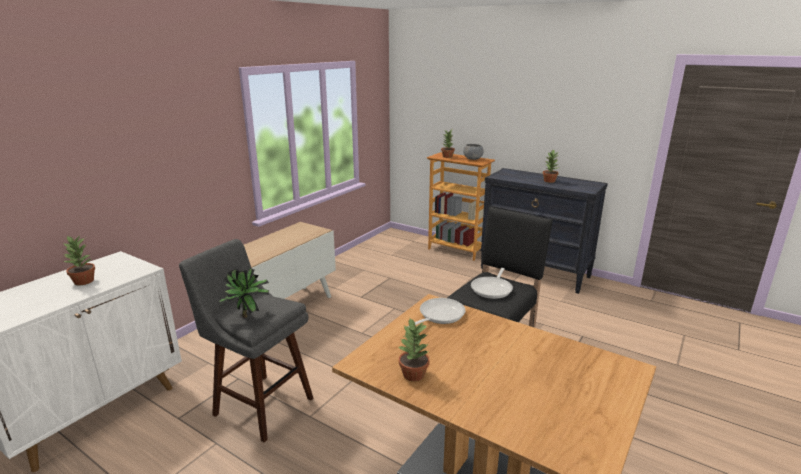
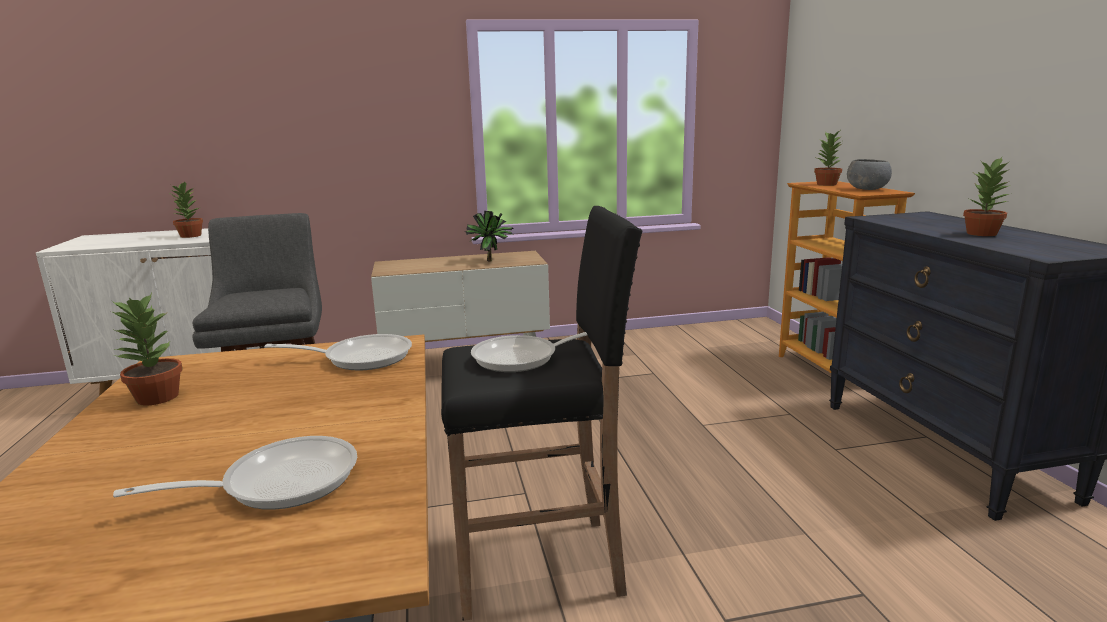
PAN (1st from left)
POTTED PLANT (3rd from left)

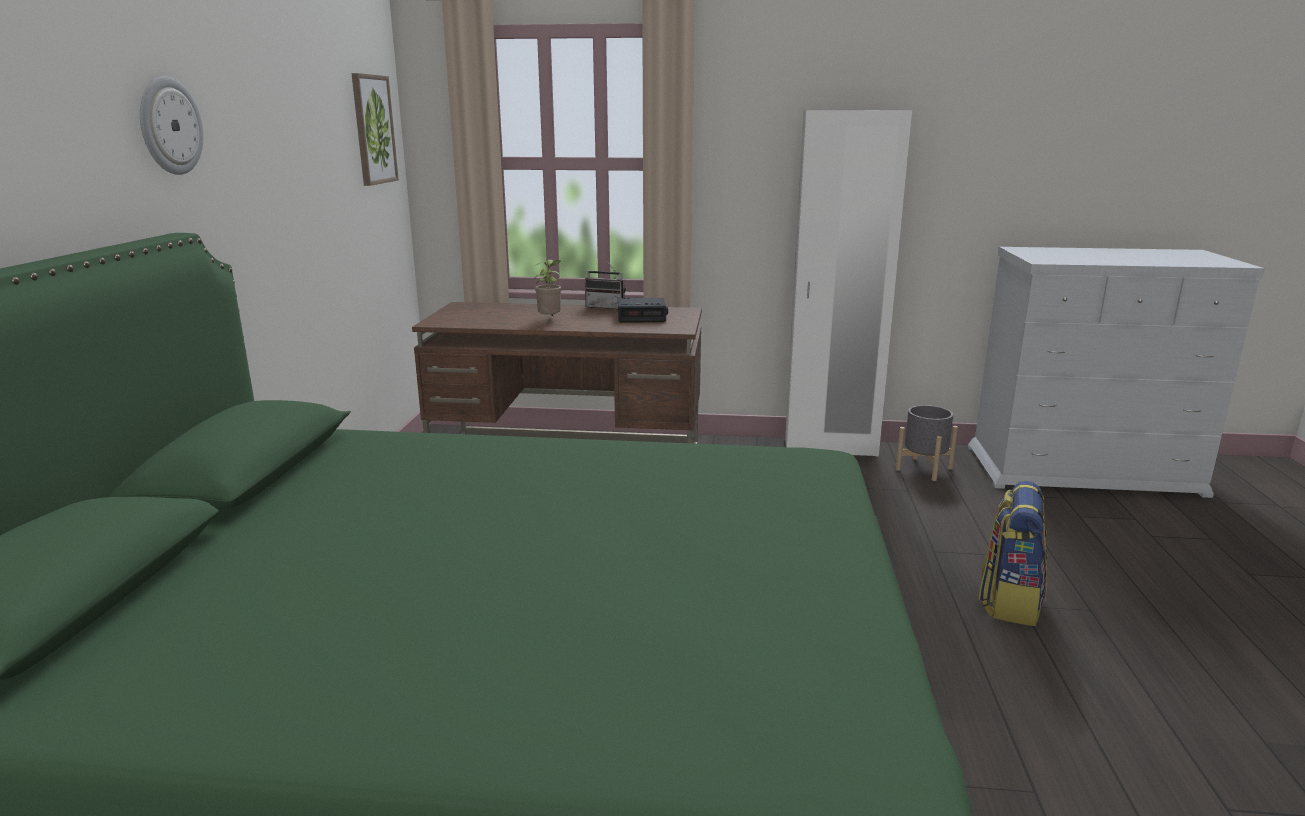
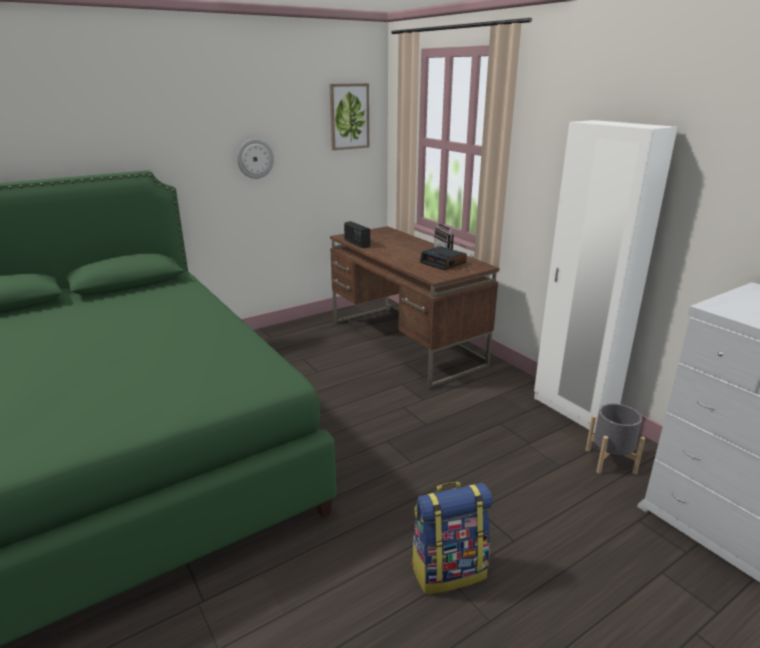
POTTED PLANT
RADIO RECEIVER (1st from left)
HANGING CLOCK

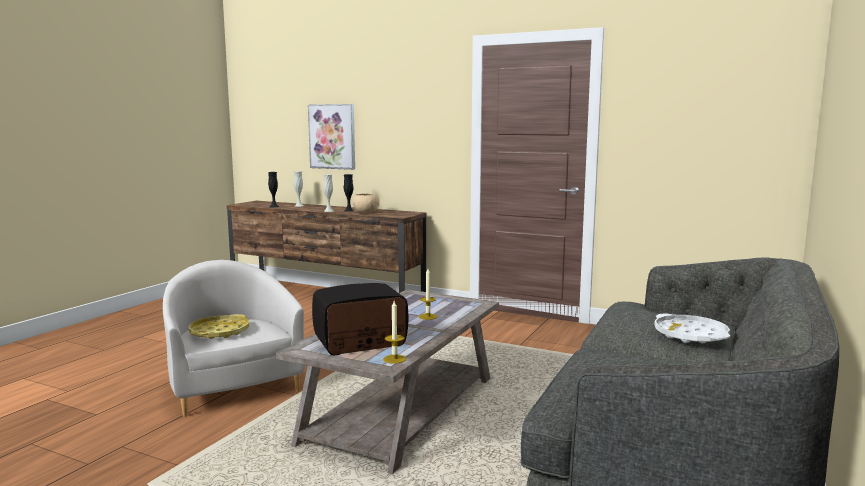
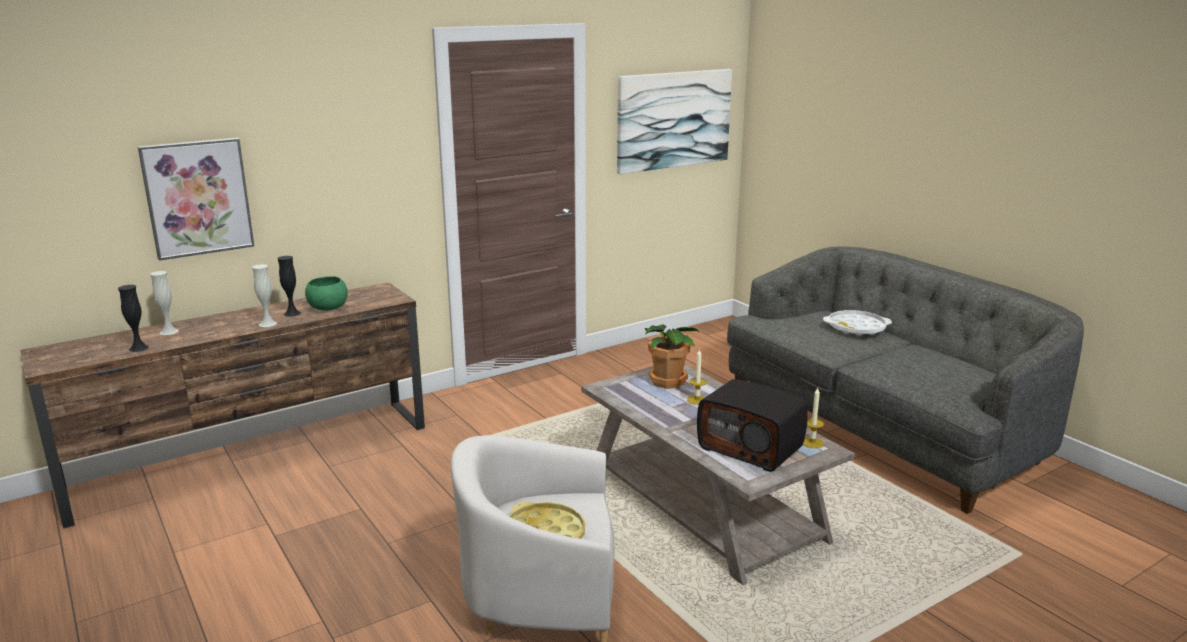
WALL ART (2nd from left)
POTTED PLANT
GREEN DEEP DISH
RADIO RECEIVER

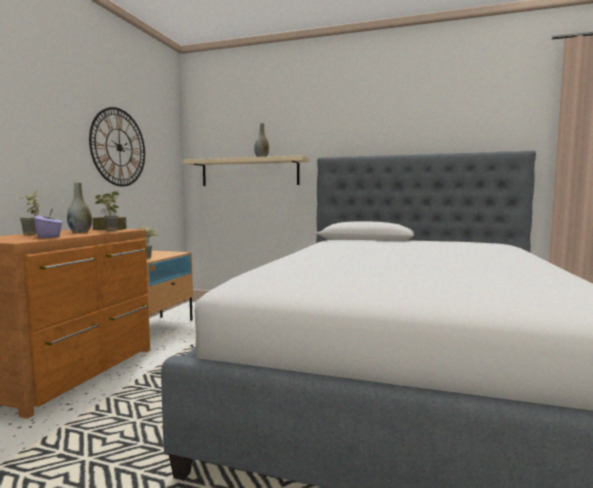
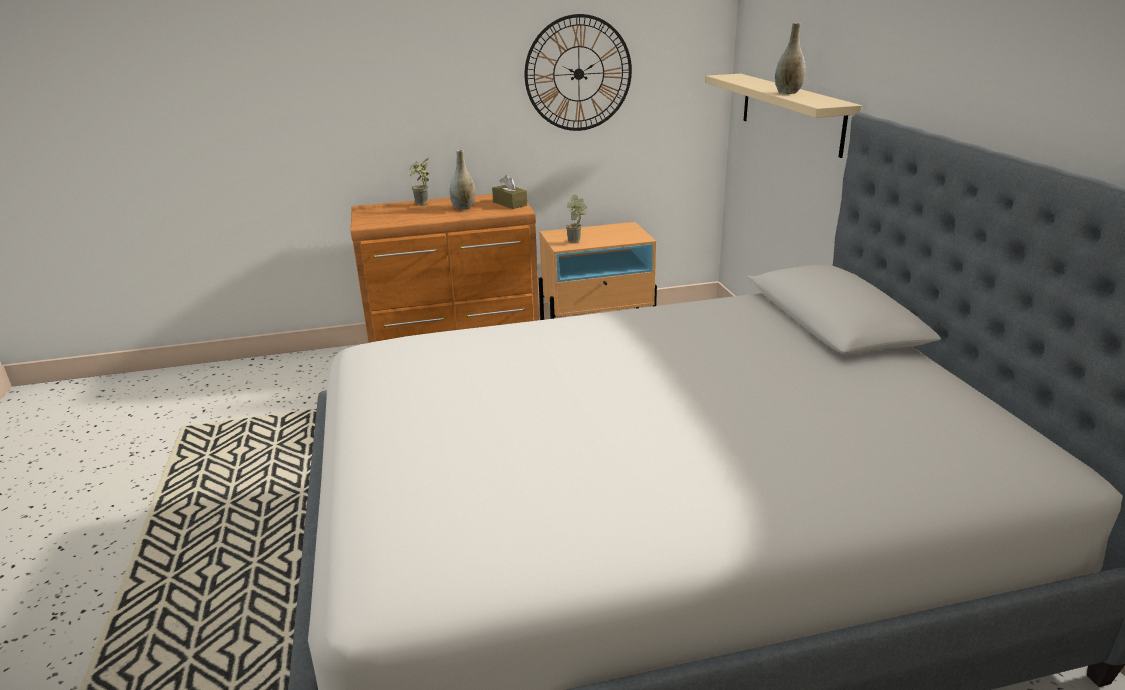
PURPLISH TISSUE BOX
POTTED PLANT (2nd from left in the first image)

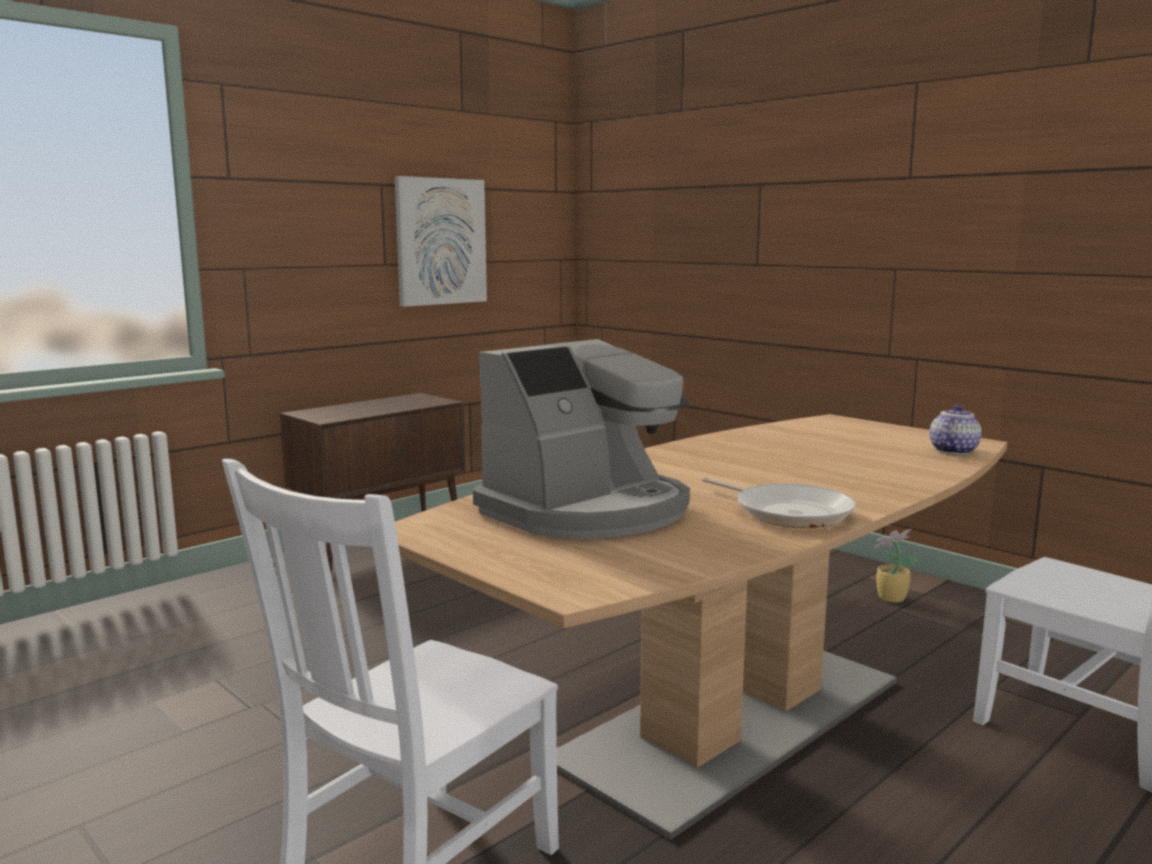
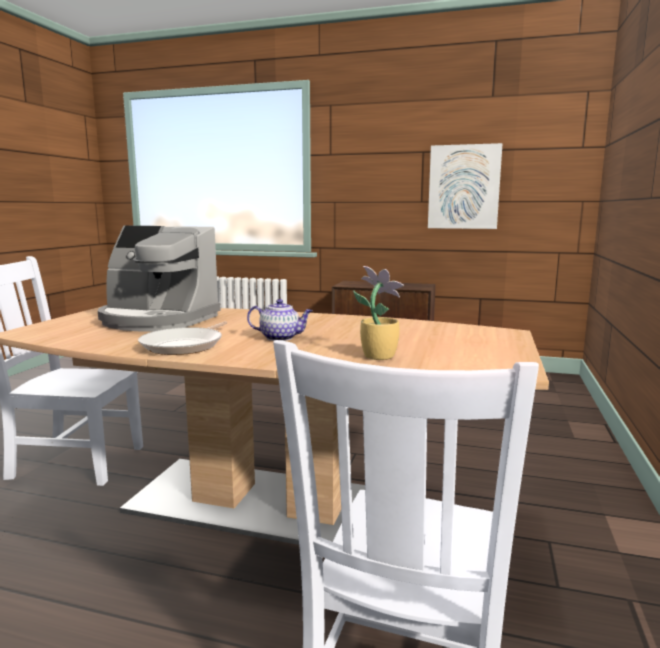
POTTED PLANT
TEA POT

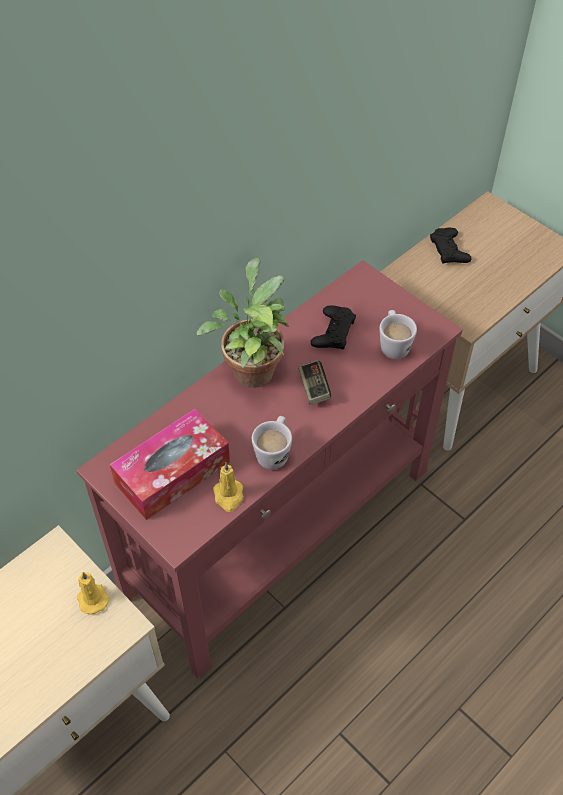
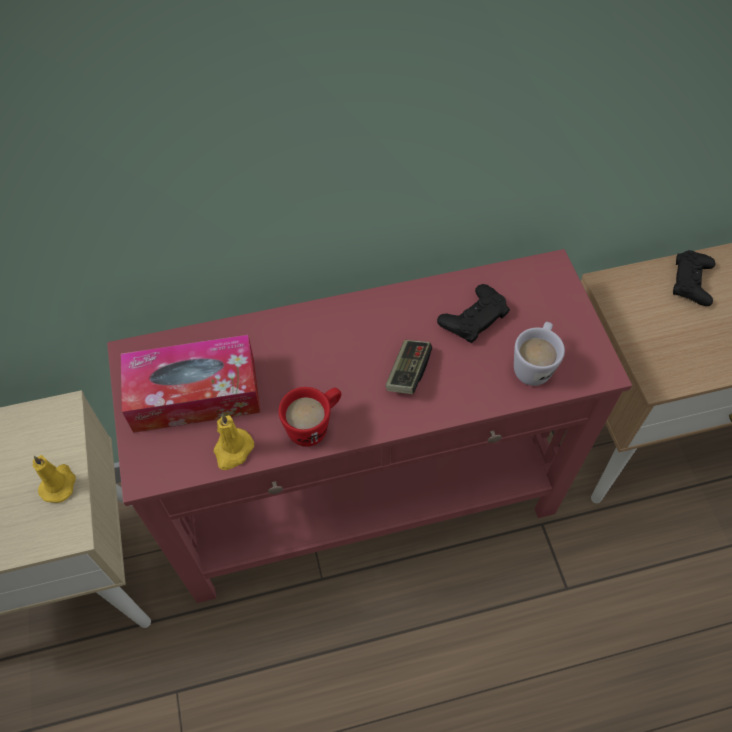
POTTED PLANT
RED TEA MUG

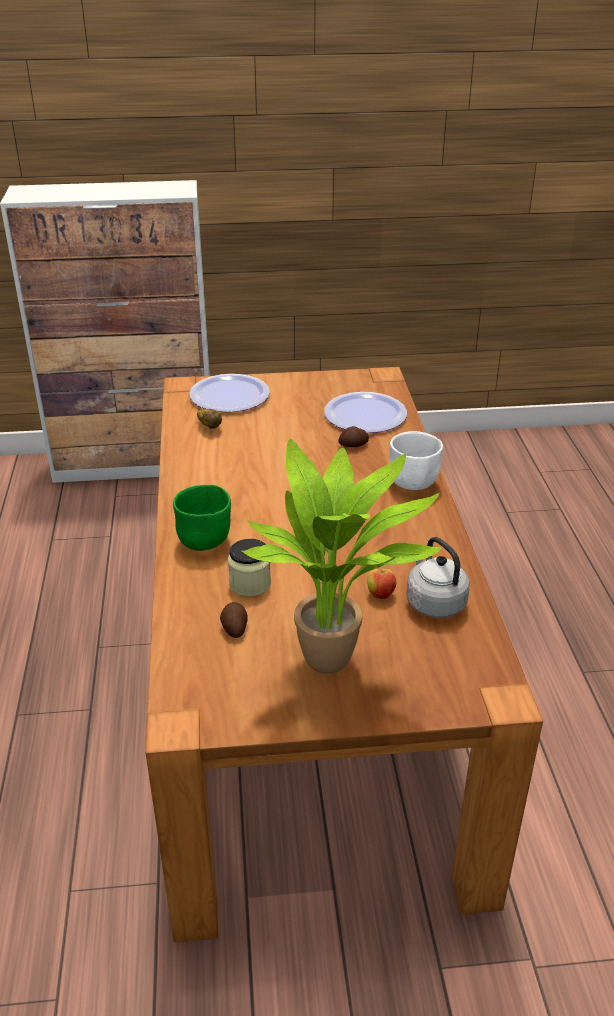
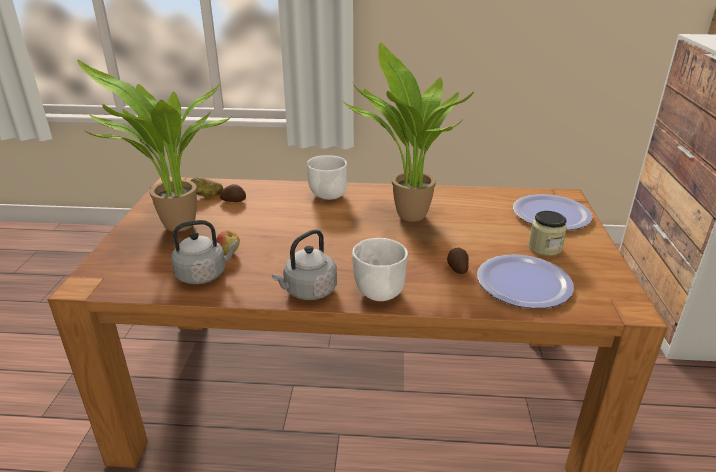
GREYISH TEA KETTLE (2nd from left)
POTTED PLANT (2nd from left)
POTATO (1st from left)
STORAGE JAR
WHITE-COLOURED DEEP DISH (1st from left)

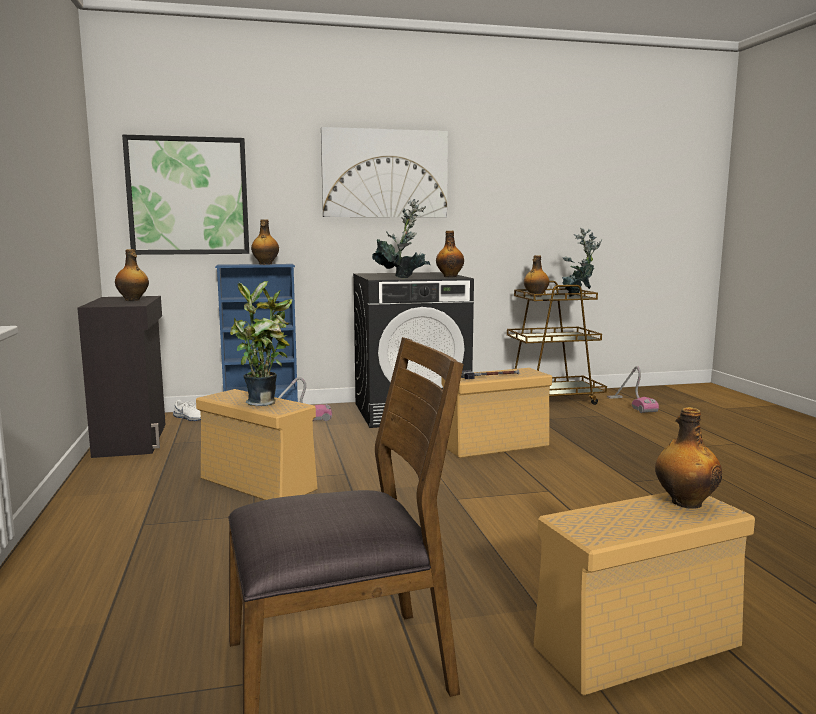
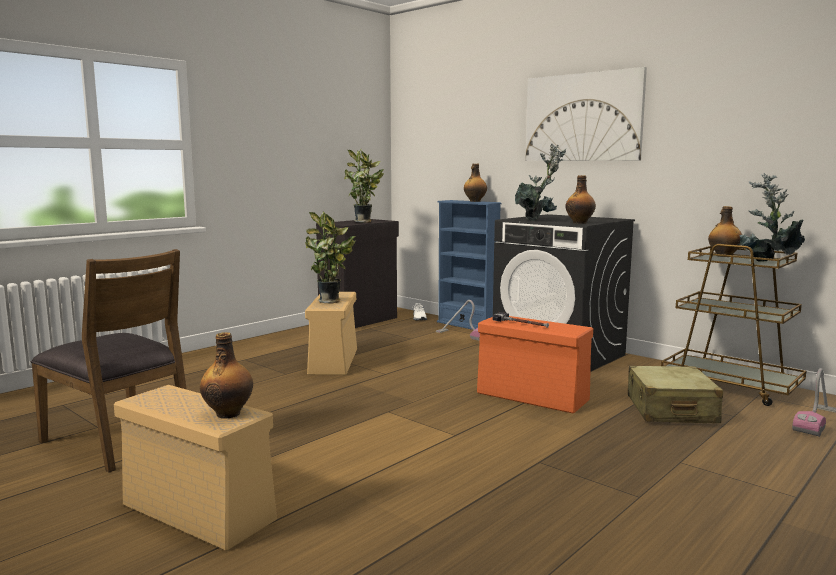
WALL ART (1st from left in the first image)
BEIGE-COLOURED SUITCASE
POTTED PLANT (2nd from left)
ORANGE STORAGE BIN

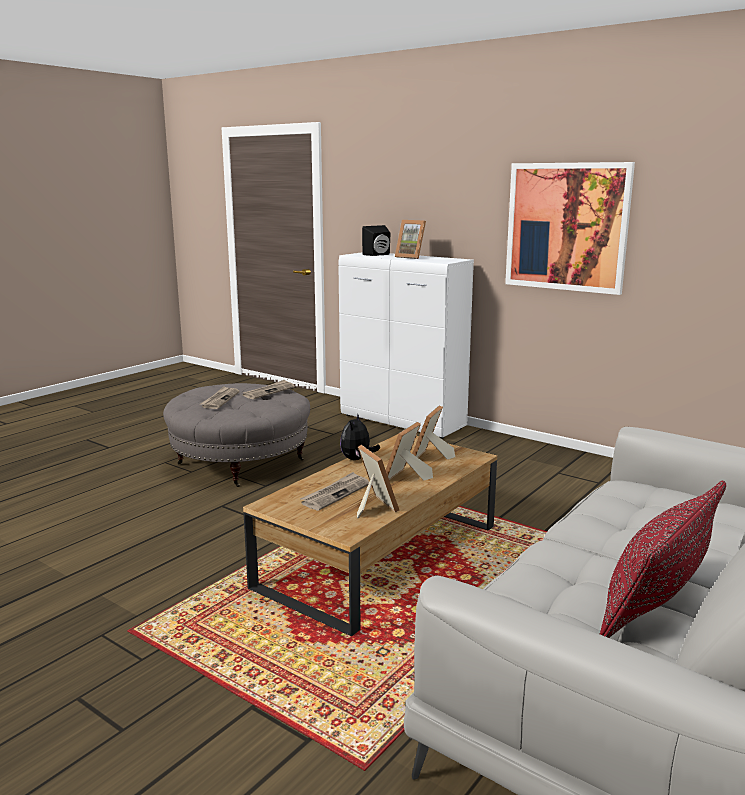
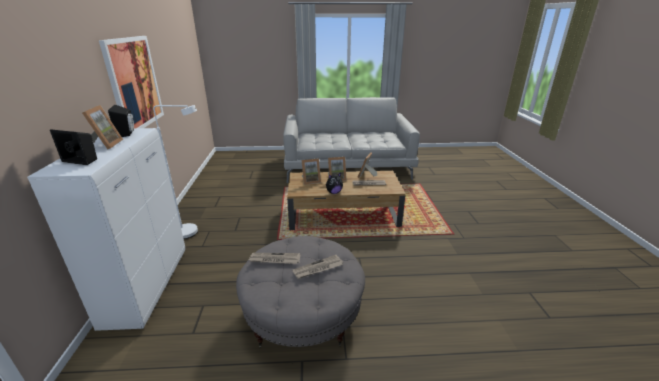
RED CUSHION
BLACKISH SPEAKER (2nd from left)
WHITE-COLOURED STANDARD LAMP

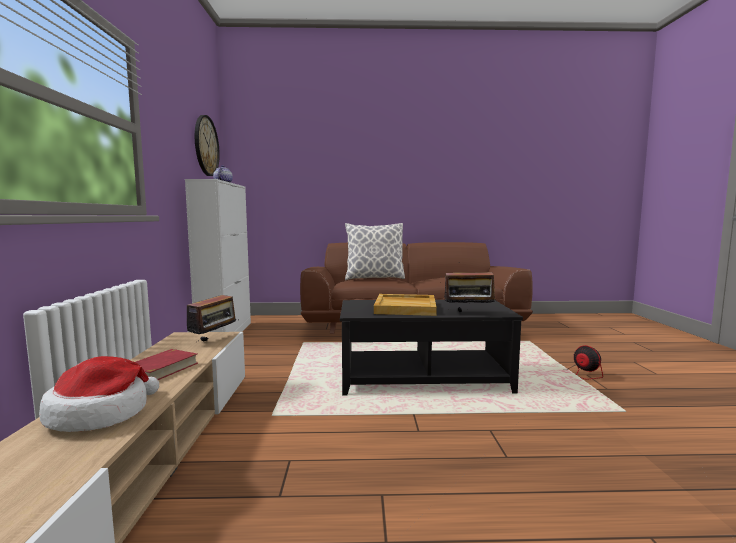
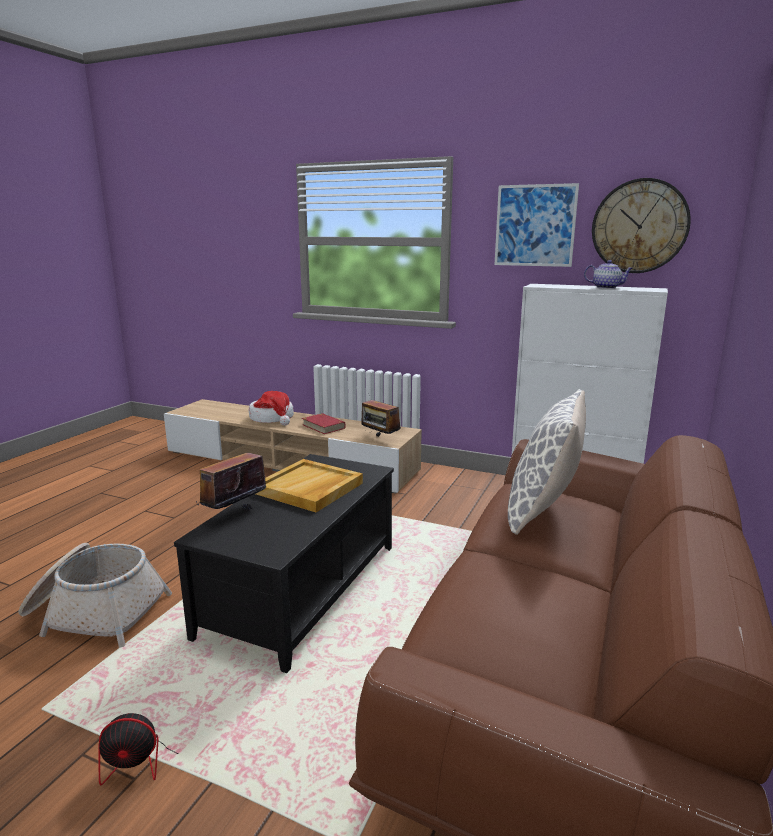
HOUSEHOLD BASKET
WALL ART

